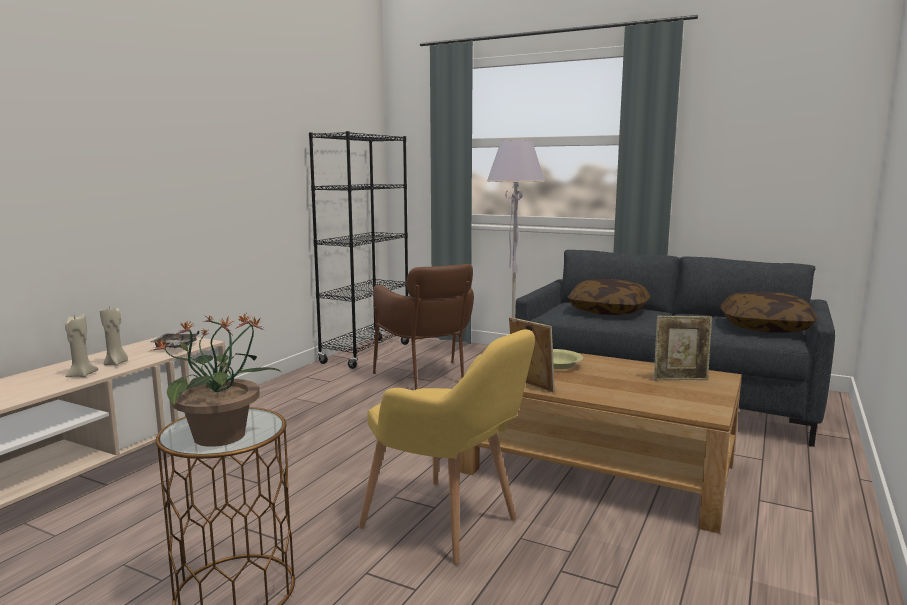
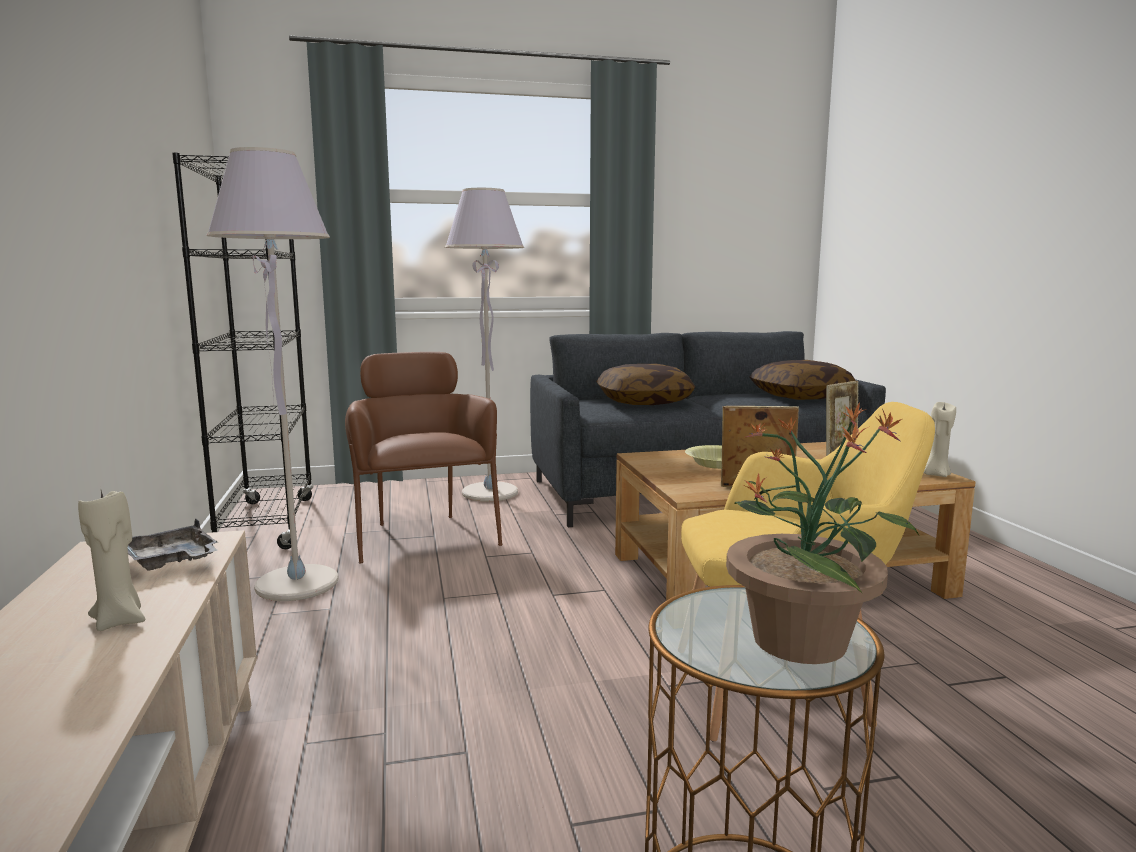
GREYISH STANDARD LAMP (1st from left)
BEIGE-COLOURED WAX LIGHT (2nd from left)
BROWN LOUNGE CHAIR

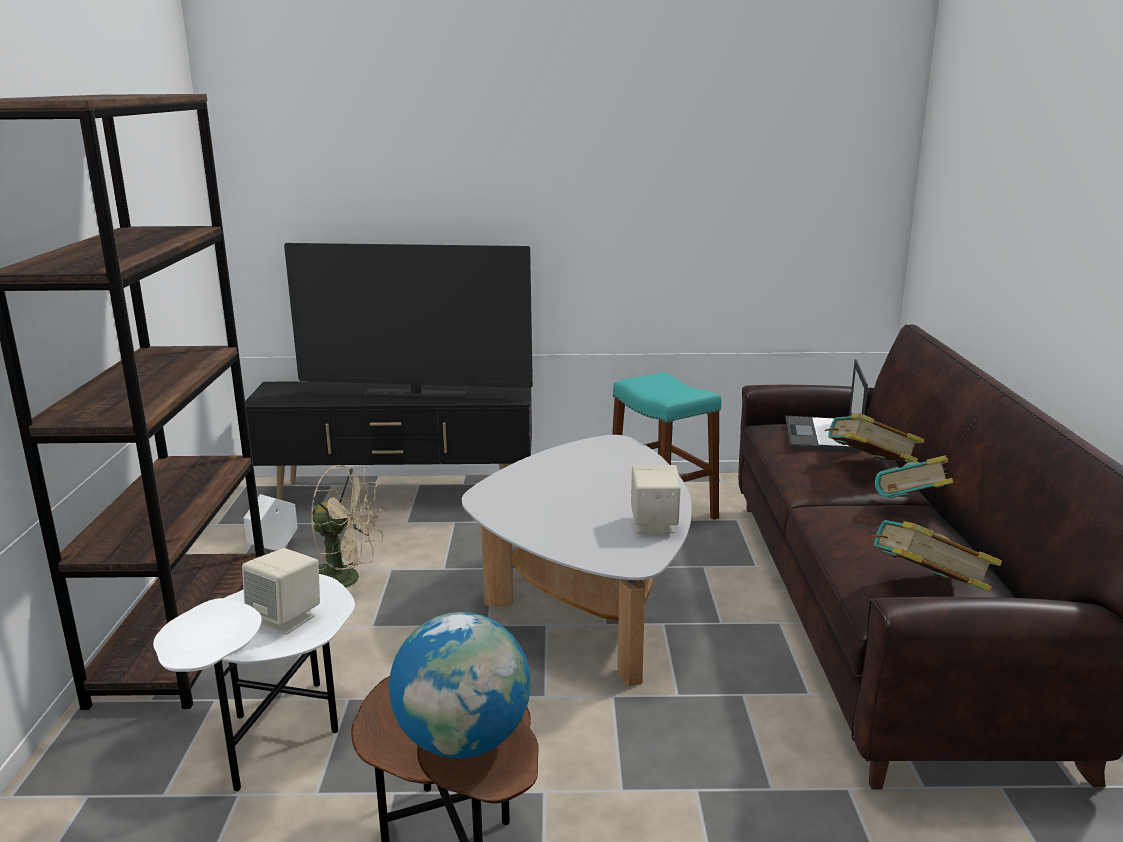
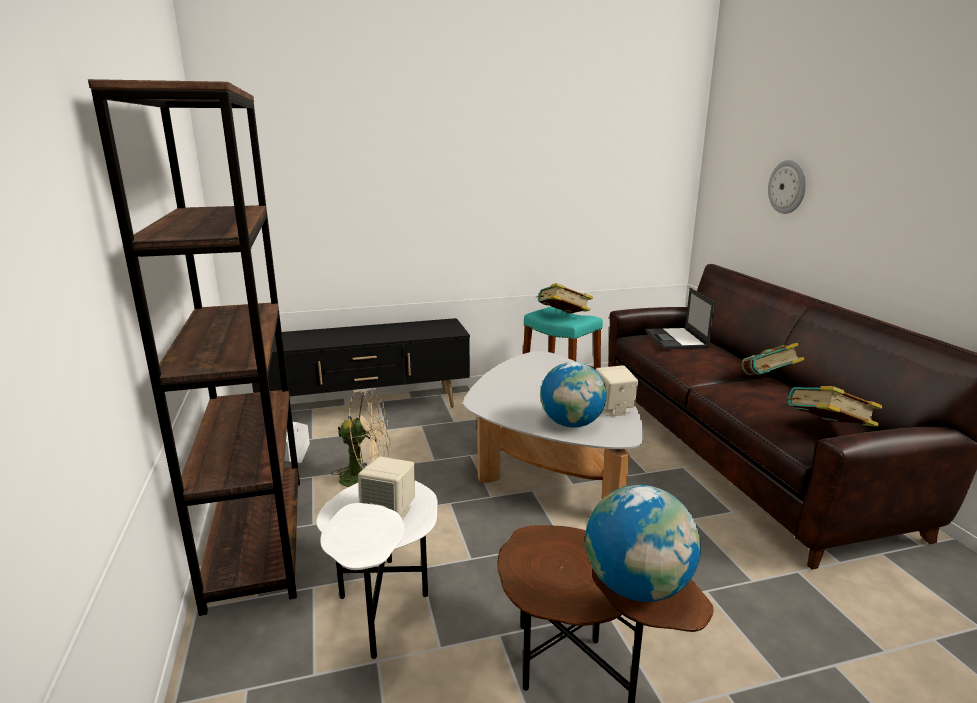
TV
DESK GLOBE (1st from left)
HANGING CLOCK
BOUND BOOK (1st from left)

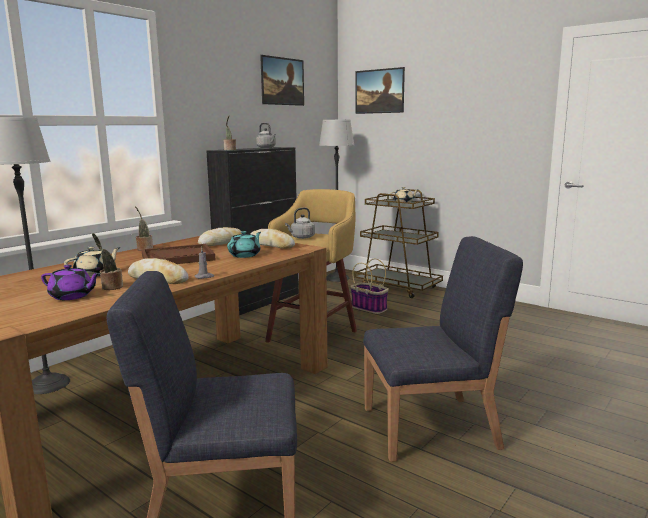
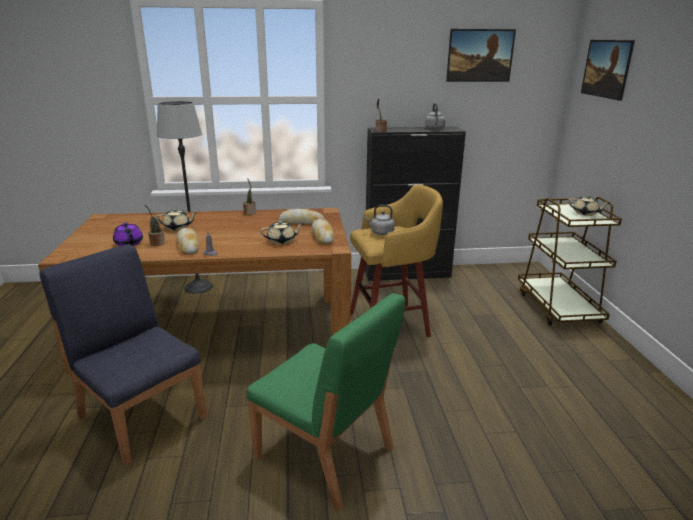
BROWN CARRYING TRAY
STANDARD LAMP (2nd from left in the first image)
HOUSEHOLD BASKET
BEIGE-COLOURED TEA POT (2nd from left)
GREEN PLAIN CHAIR

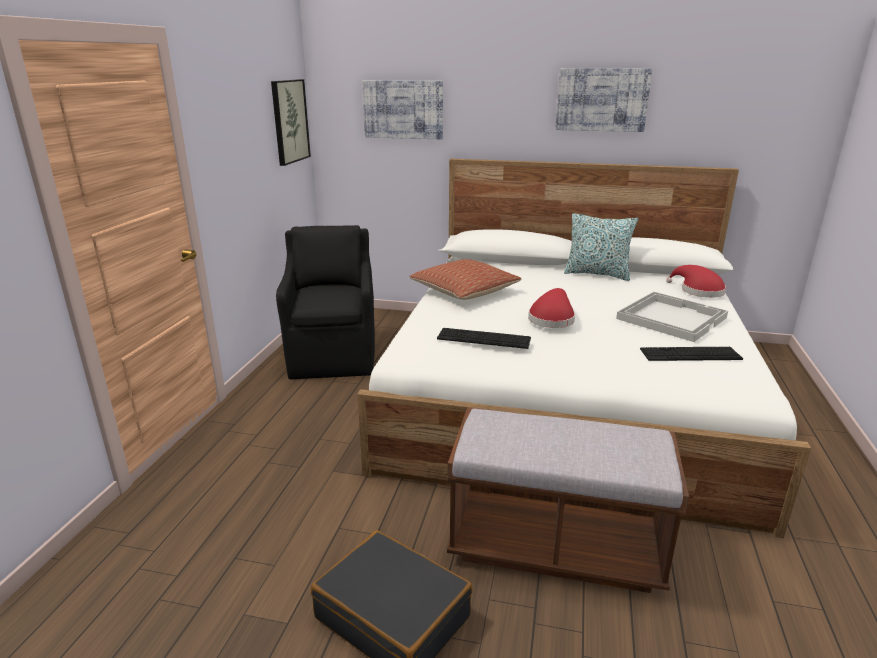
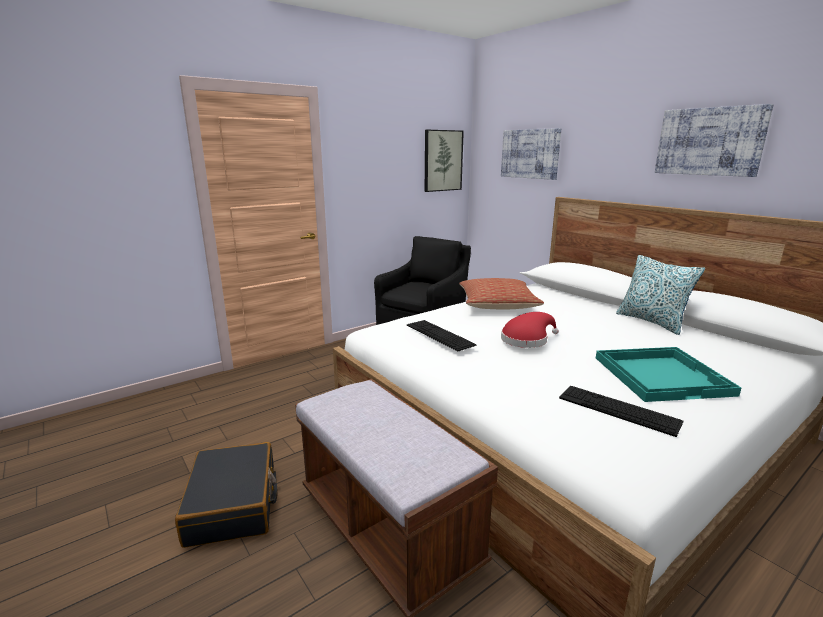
RED HAT (2nd from left in the first image)
BLUE-GREEN CARRYING TRAY

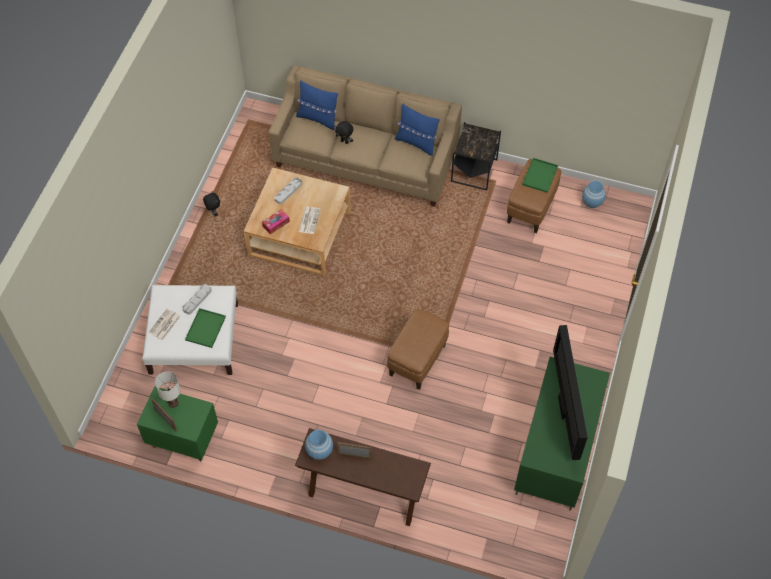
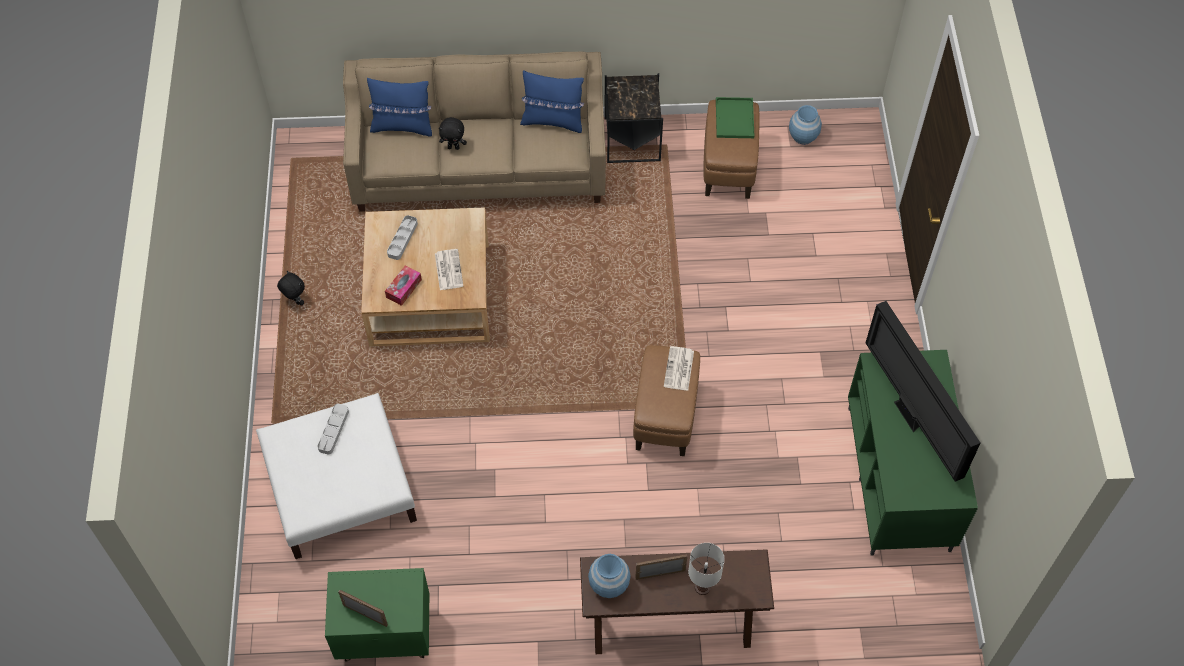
GREEN CARRYING TRAY (1st from left in the first image)
PRINTED PAPER (2nd from left)
WHITE-COLOURED TABLE LAMP

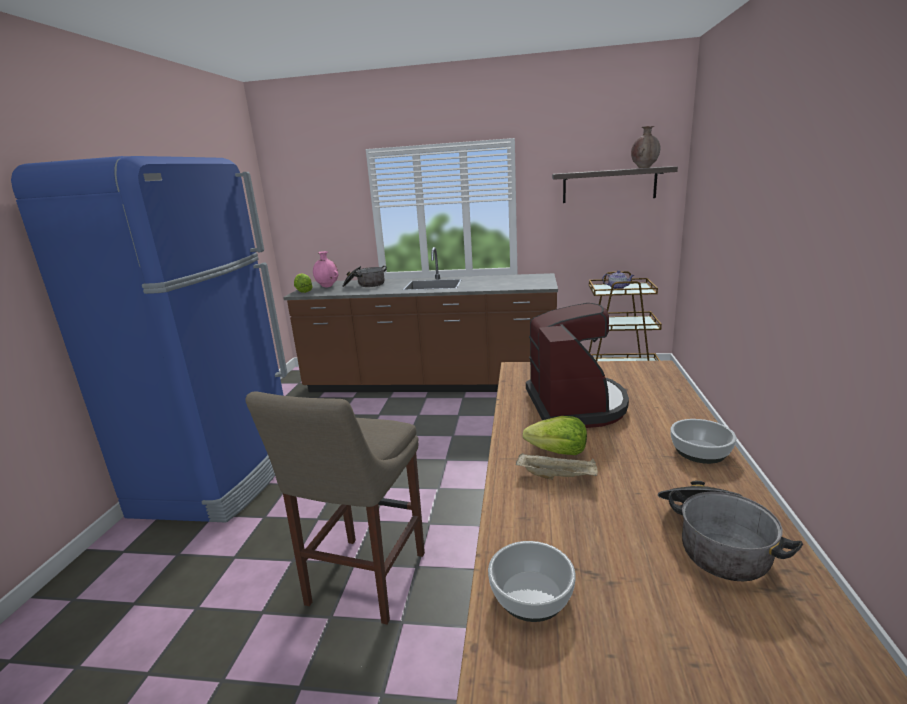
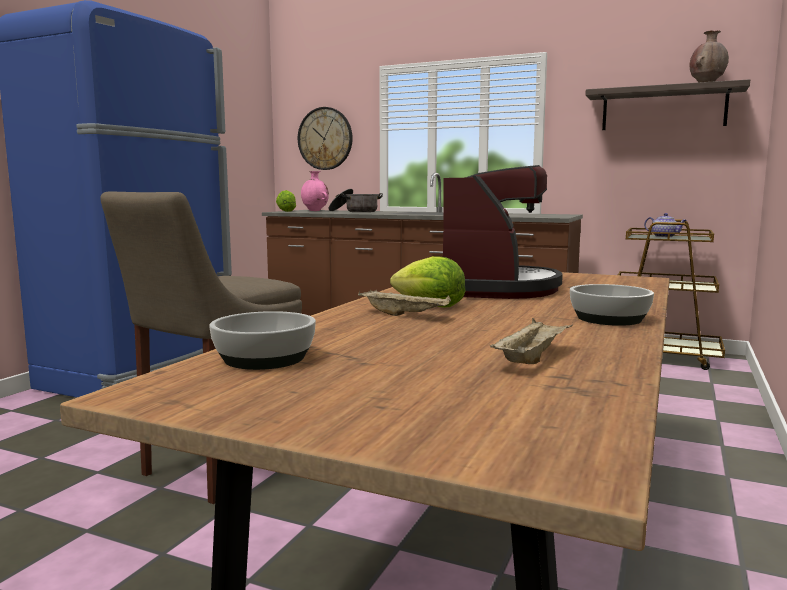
HANGING CLOCK
BEIGE-COLOURED CARRYING TRAY (2nd from left)

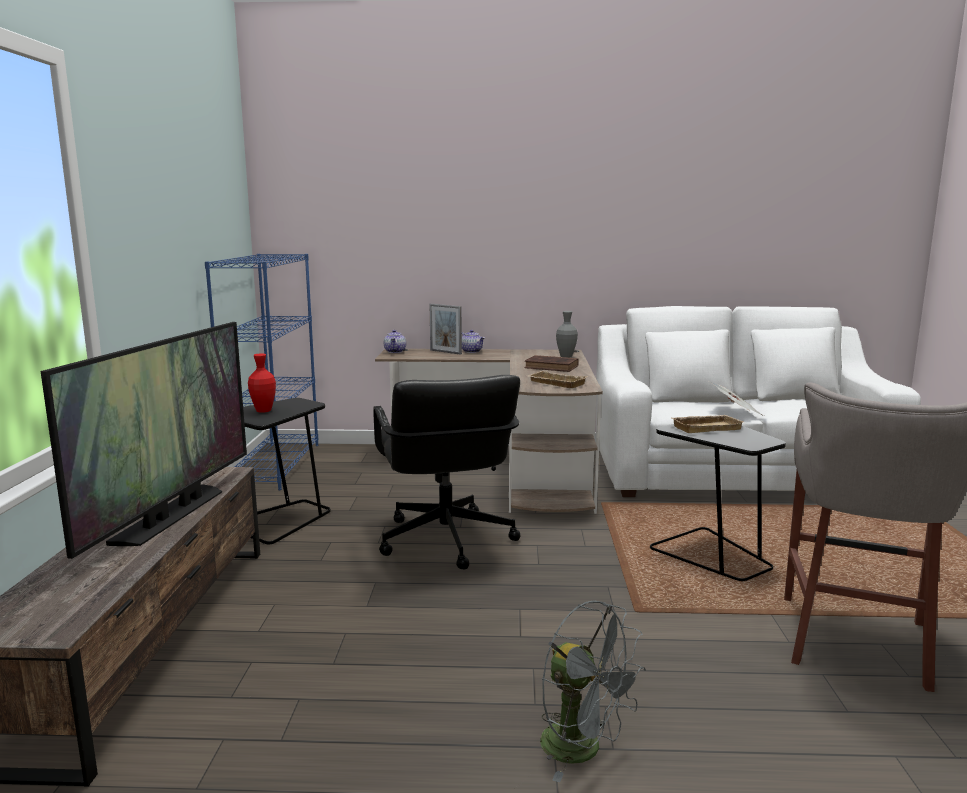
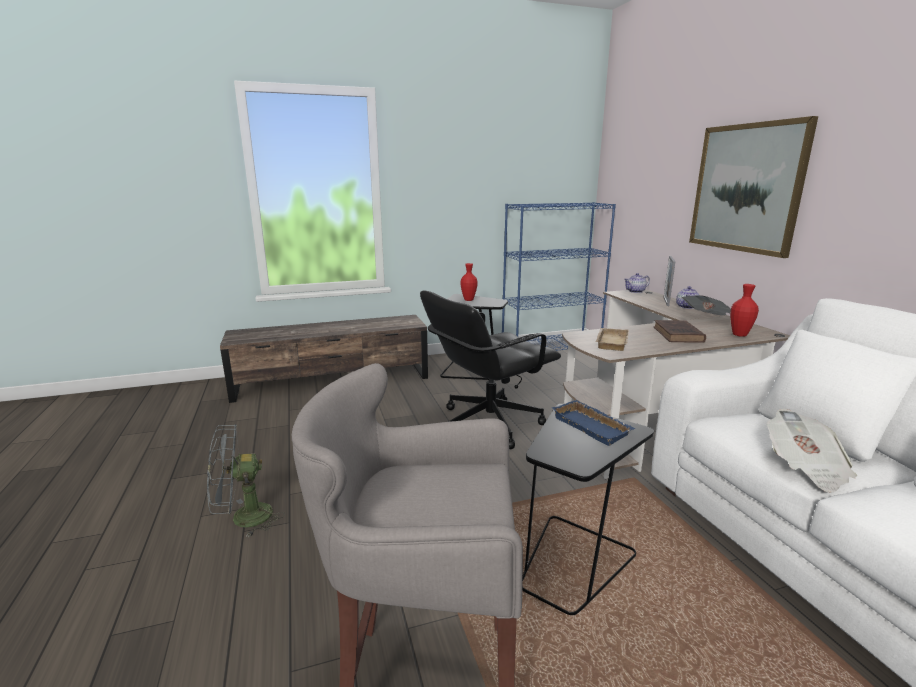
TV
PRINTED PAPER (1st from left)
WALL ART
RED DECORATIVE VASE (2nd from left)
BLUISH CARRYING TRAY
GREYISH ELECTRIC FAN

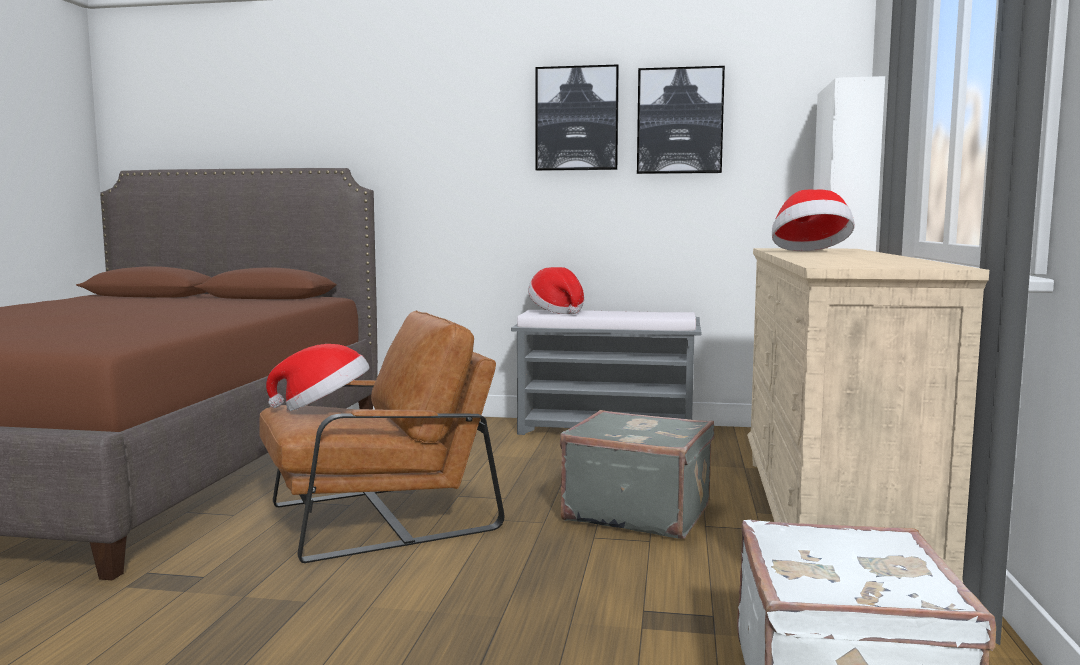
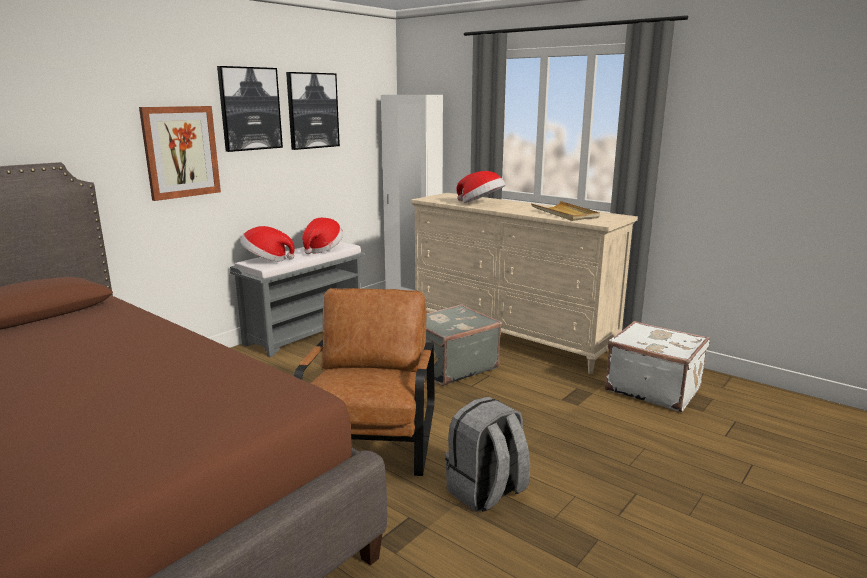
WALL ART (1st from left)
GREYISH RUCKSACK
BEIGE-COLOURED CARRYING TRAY
HAT (2nd from left)

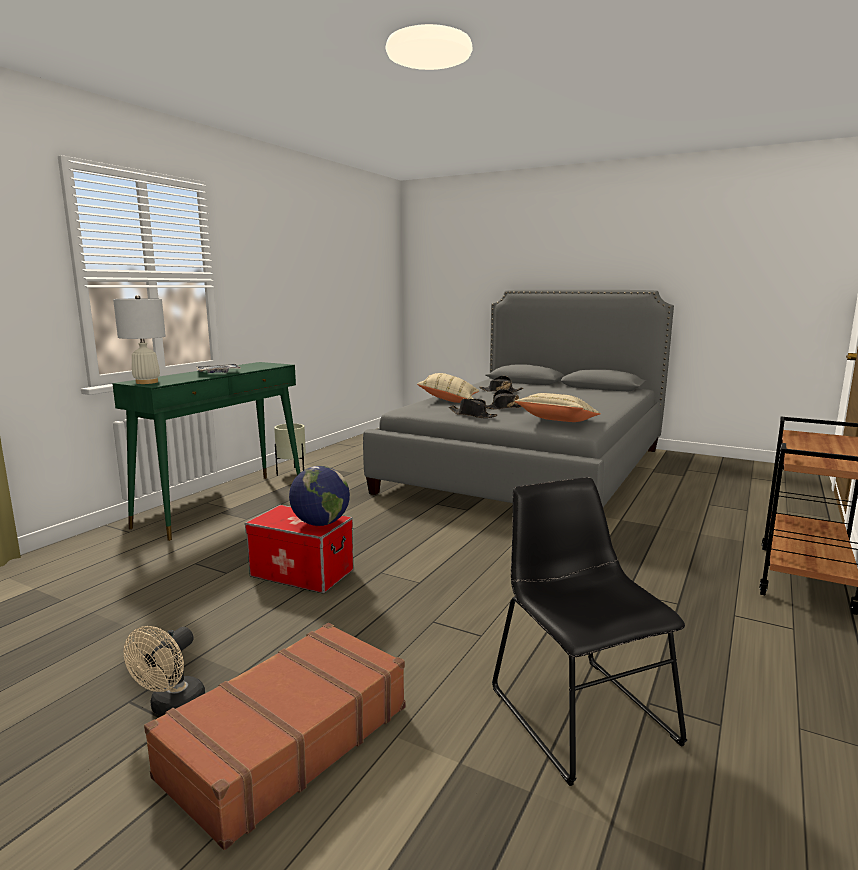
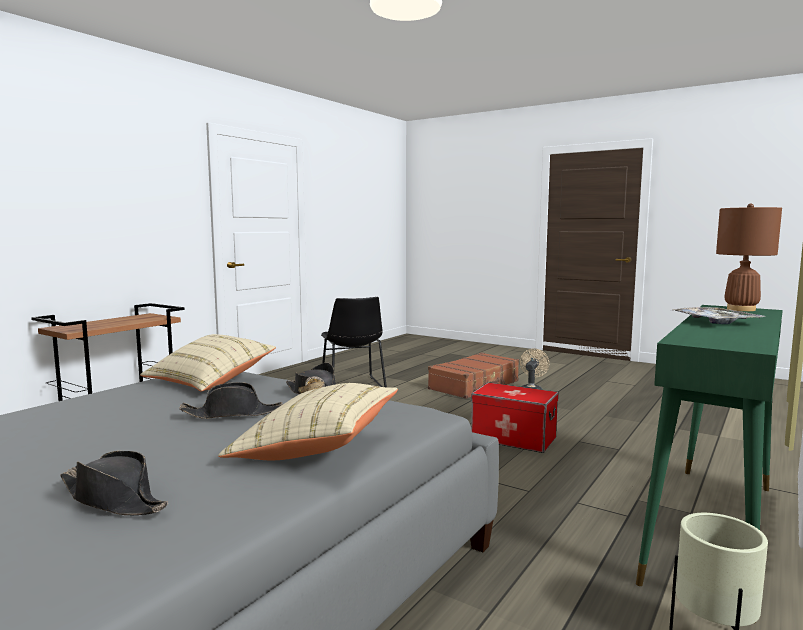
DESK GLOBE
BROWN TABLE LAMP

